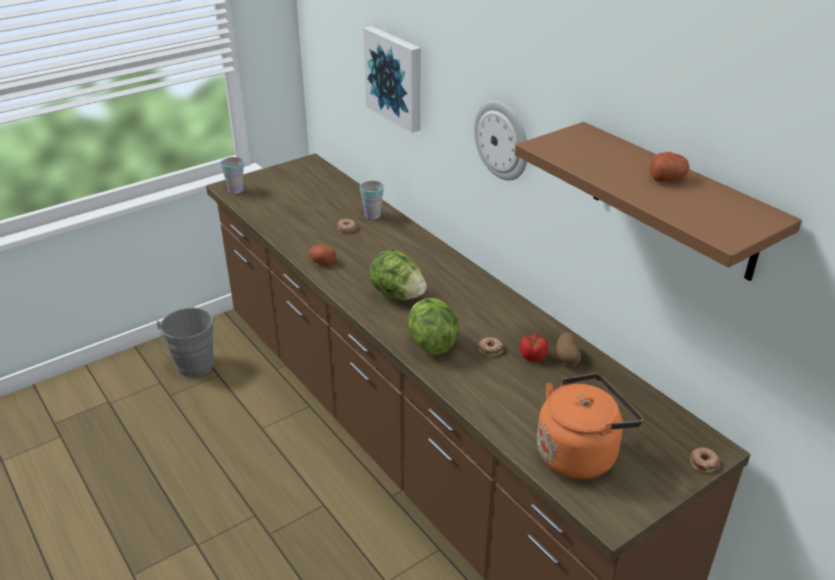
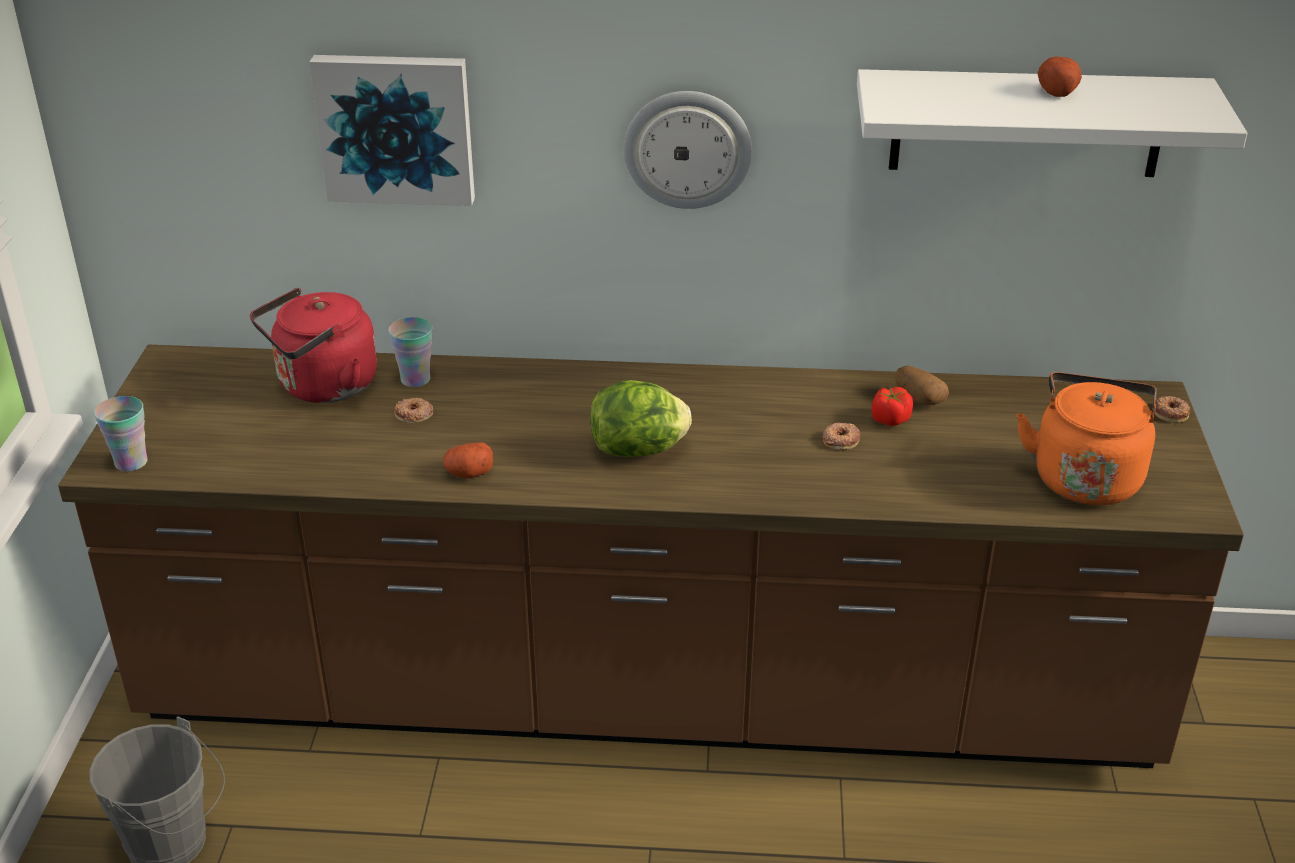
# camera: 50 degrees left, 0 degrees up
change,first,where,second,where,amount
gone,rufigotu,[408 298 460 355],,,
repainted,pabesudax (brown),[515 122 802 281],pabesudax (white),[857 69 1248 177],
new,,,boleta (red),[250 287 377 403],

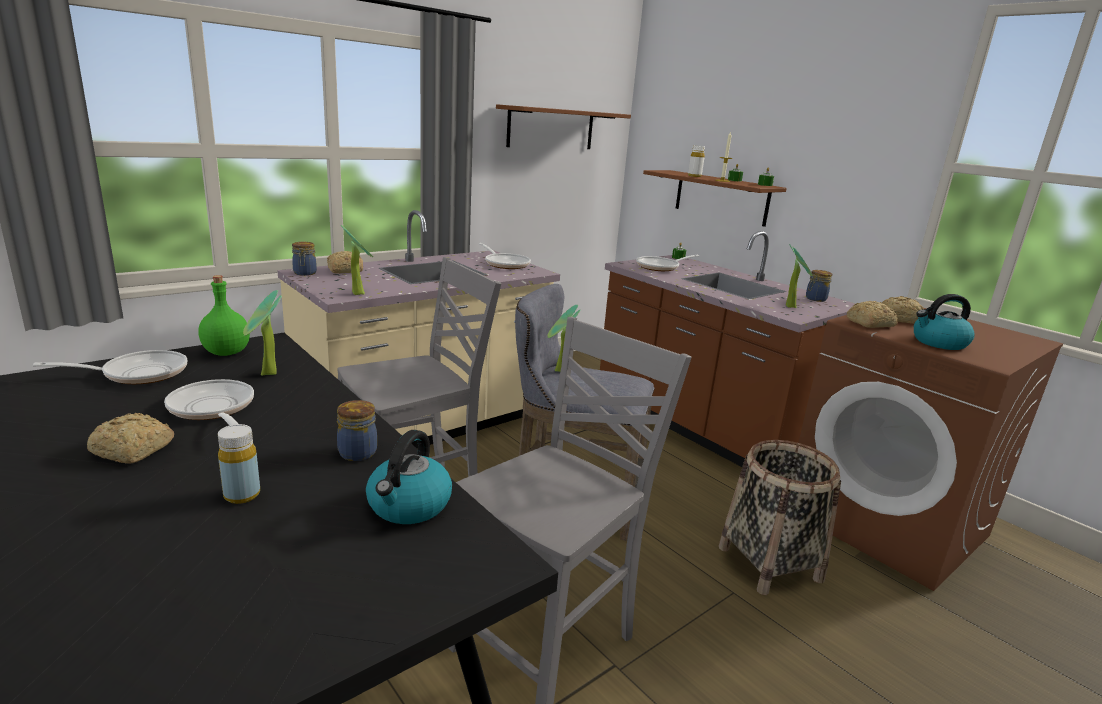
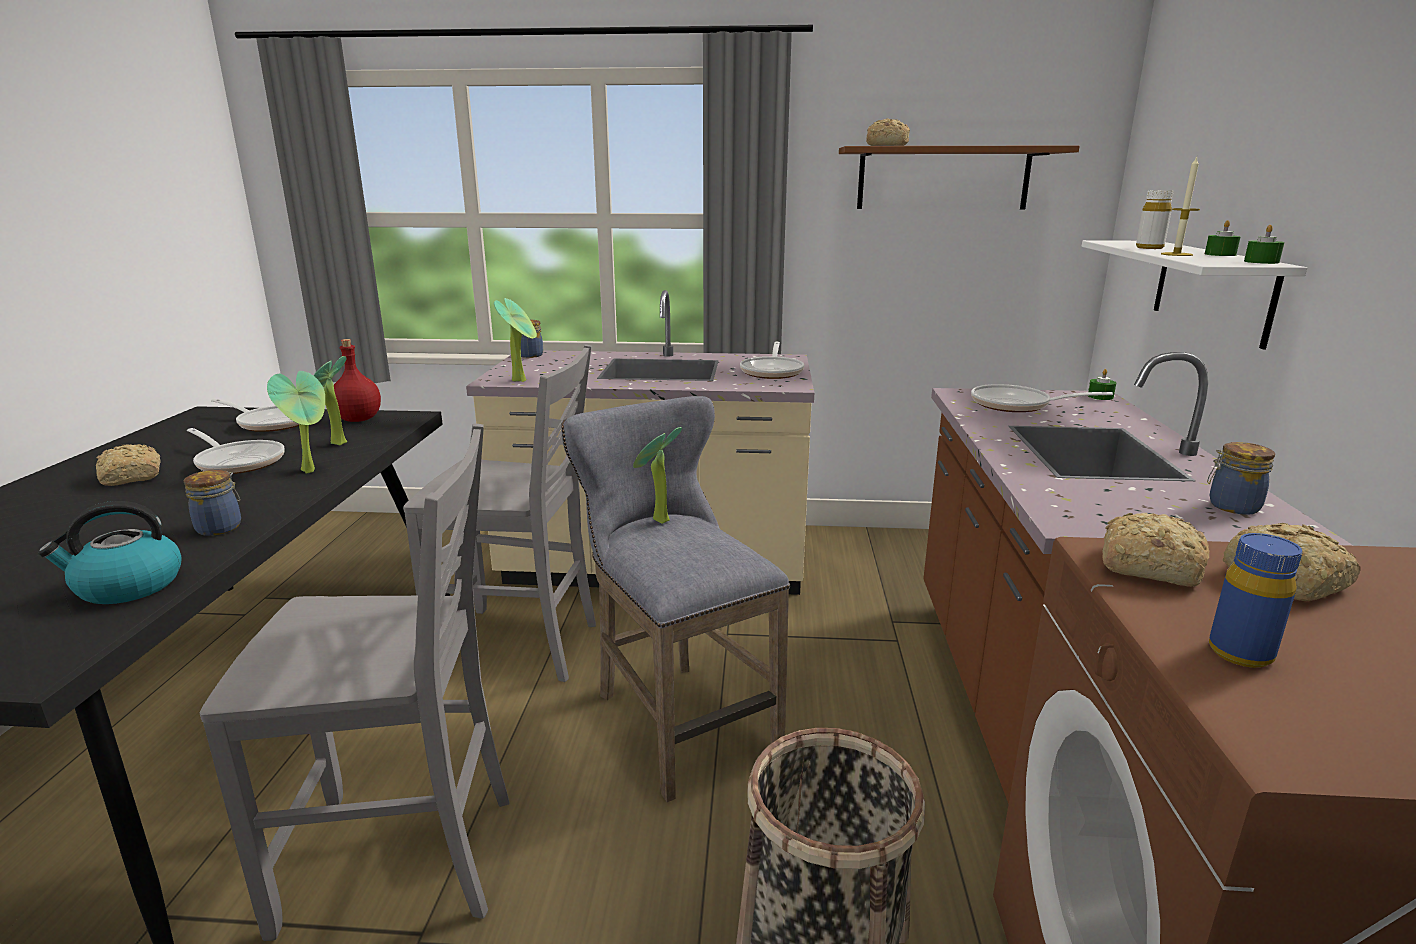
# camera: 45 degrees right, 0 degrees up
change,first,where,second,where,amount
rotated,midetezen,[164 379 254 426],,[187 428 284 474],120 degrees clockwise
repainted,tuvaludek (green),[198 275 250 356],tuvaludek (red),[334 339 381 422],
gone,tuvaludek (yellow),[218 424 260 504],,,
shifted,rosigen,[327 251 363 274],,[866 118 910 146],
repainted,pabesudax (brown),[643 170 787 227],pabesudax (white),[1082 240 1307 349],
shifted,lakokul,[786 244 813 308],,[267 371 325 474],
swapped,boleta,[914 294 975 350],tuvaludek (blue),[1209 533 1302 668],

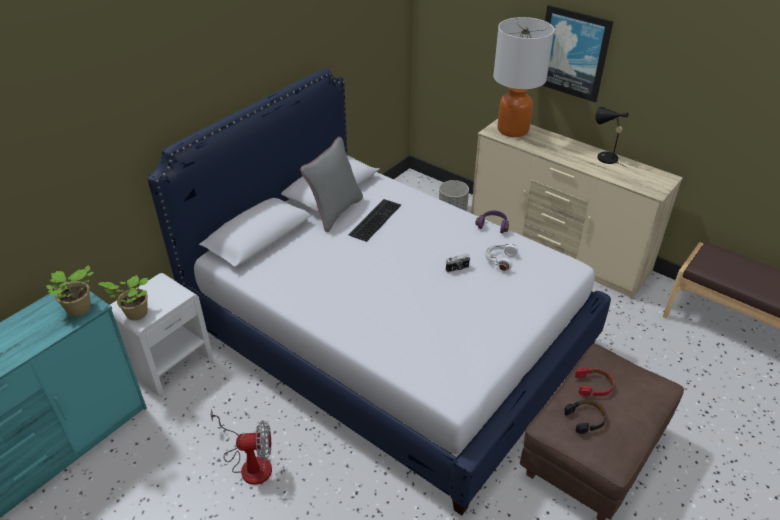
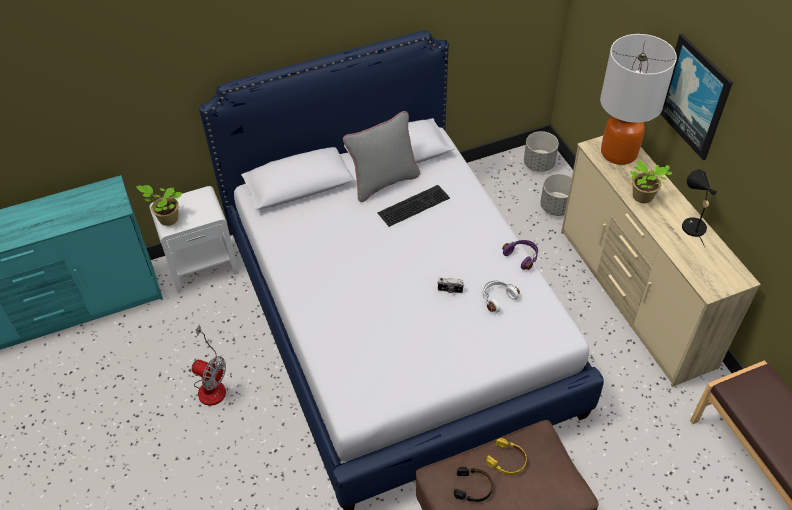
# camera: 30 degrees right, 10 degrees up
change,first,where,second,where,amount
shifted,lakokul,[46 266 93 316],,[630 160 673 203],
repainted,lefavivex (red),[575 368 614 396],lefavivex (yellow),[486 438 527 475],
new,,,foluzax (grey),[524 131 559 172],

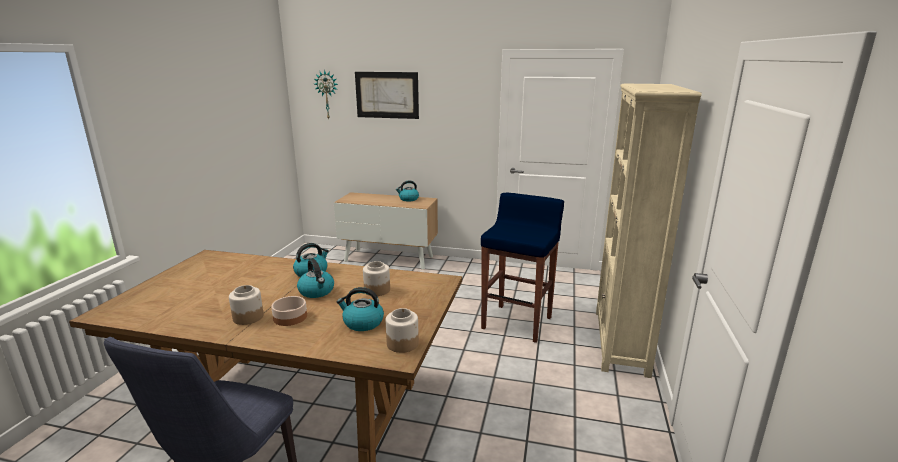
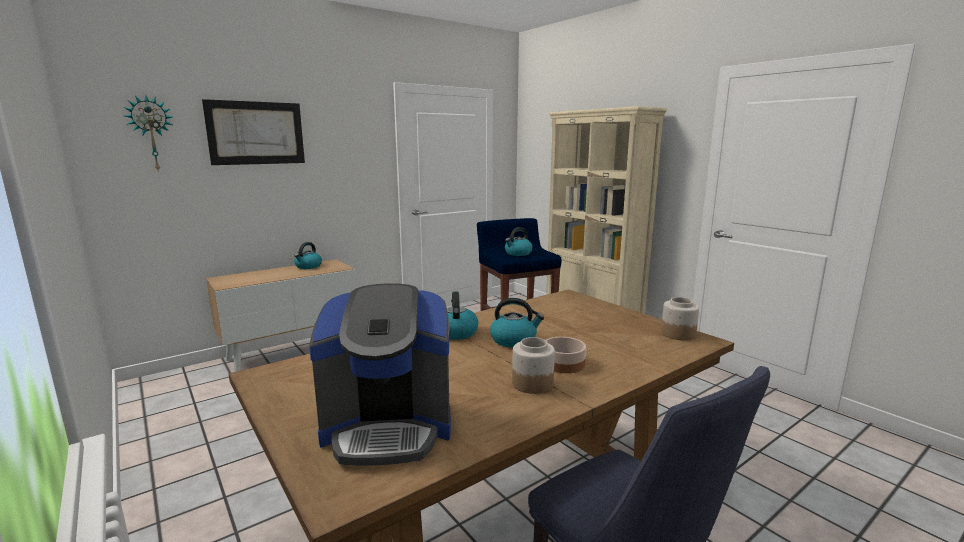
# camera: 50 degrees left, 5 degrees down
change,first,where,second,where,amount
shifted,boleta,[336 287 384 331],,[505 227 533 256],
gone,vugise,[363 261 390 296],,,
new,,,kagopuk,[309 283 451 466],

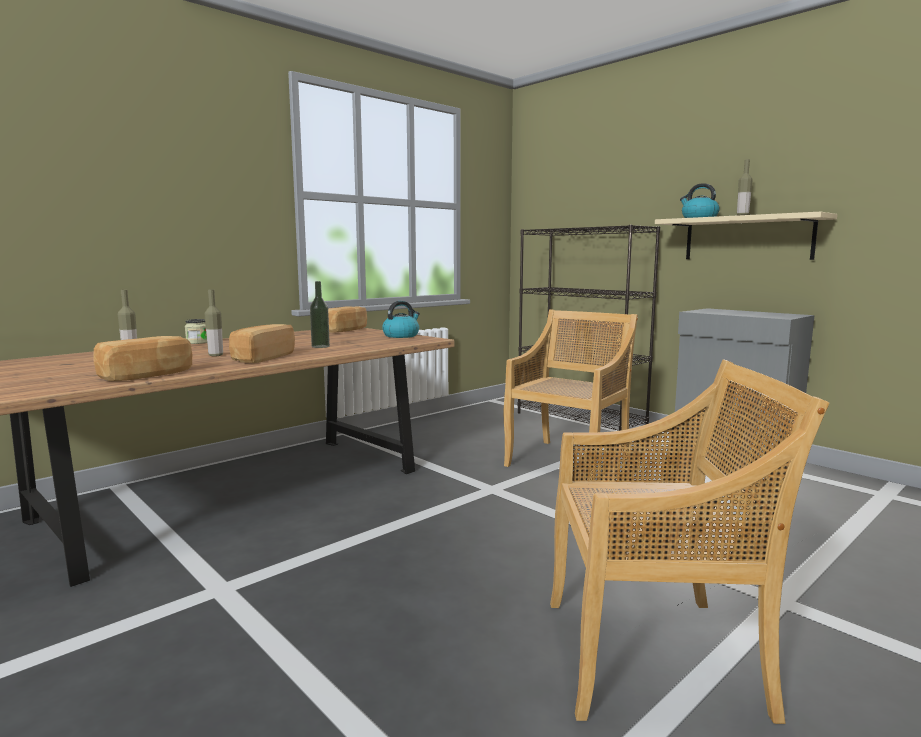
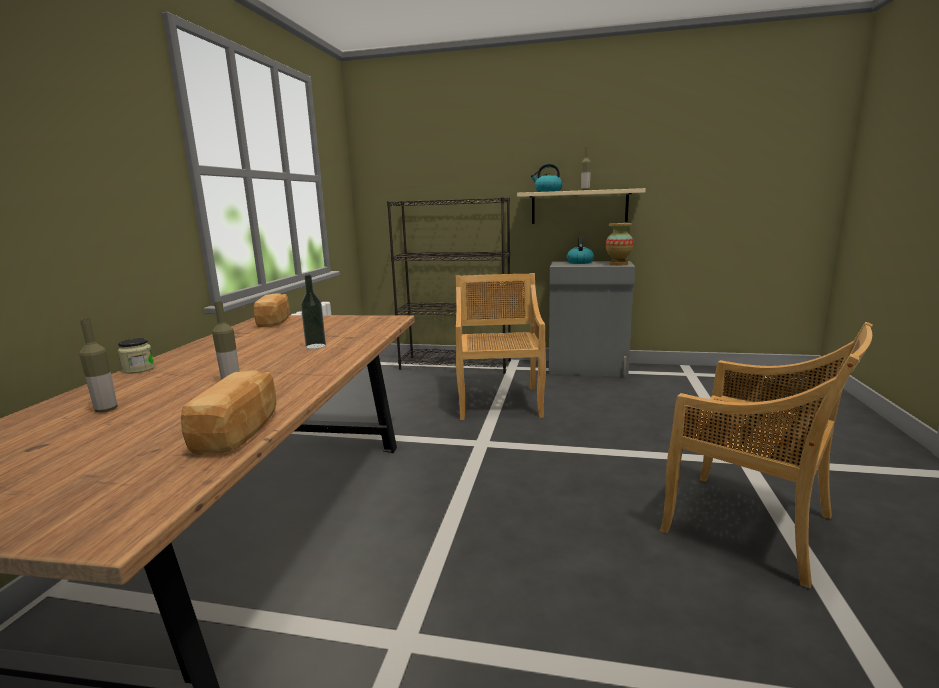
# camera: 35 degrees left, 5 degrees up
change,first,where,second,where,amount
gone,rosigen,[229 324 295 363],,,
shifted,boleta,[382 301 420 338],,[566 237 594 264],
rotated,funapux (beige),[550 359 830 724],,[660 322 873 589],75 degrees clockwise
new,,,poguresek,[606 223 634 266],

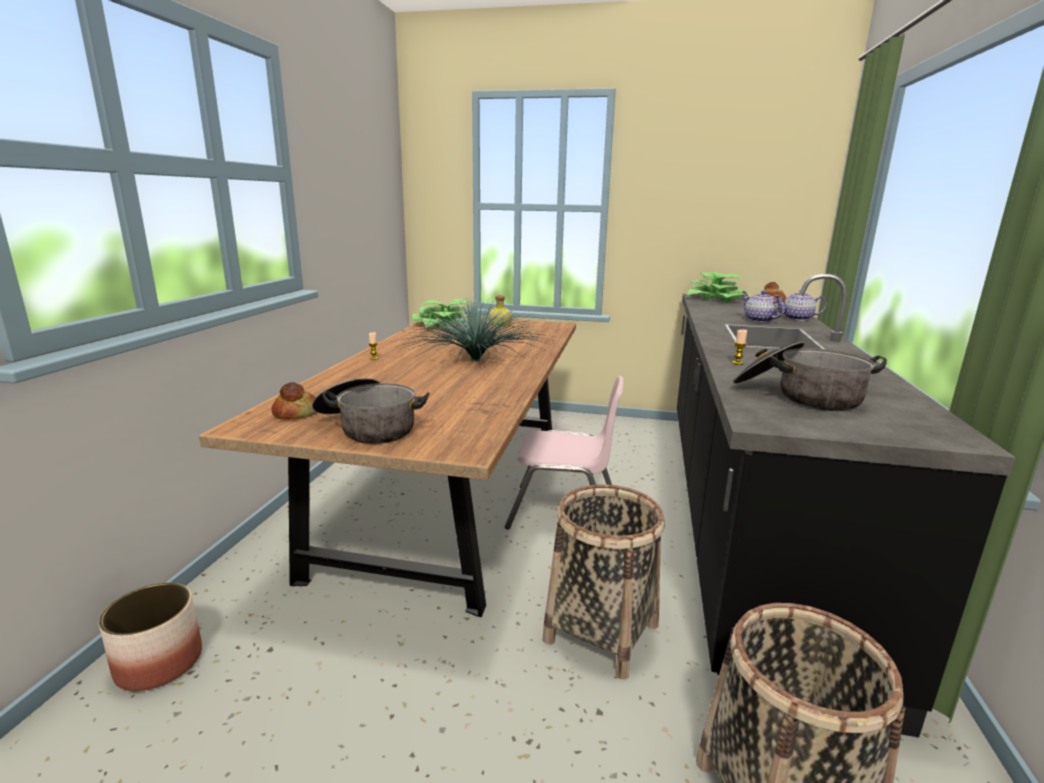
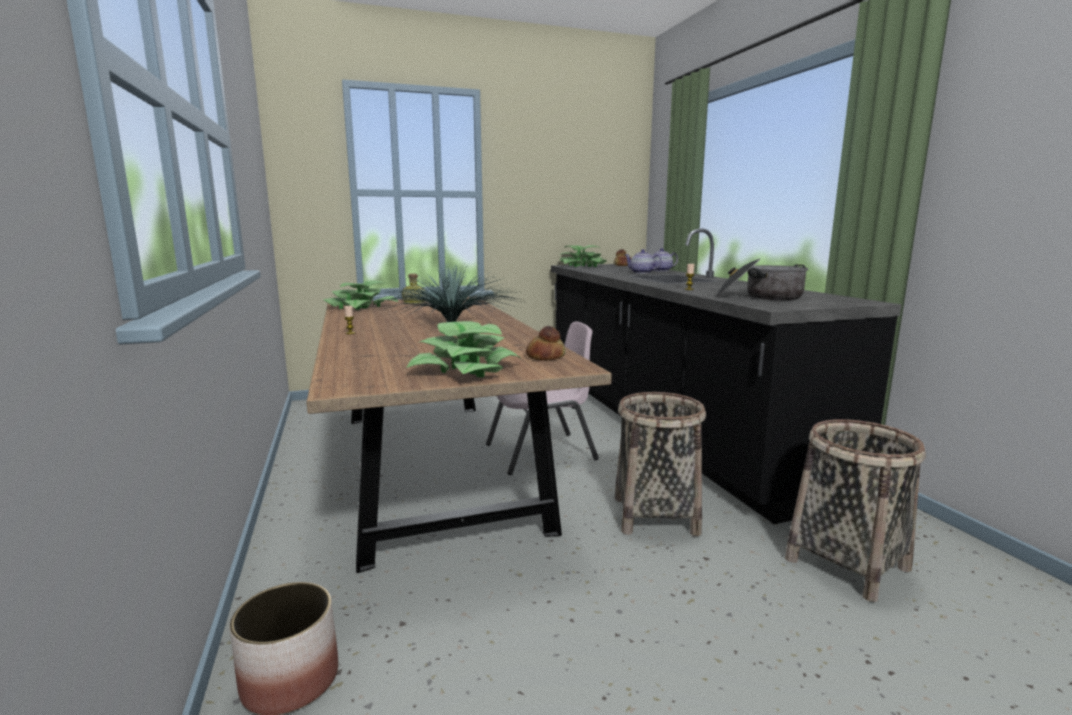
# camera: 30 degrees left, 5 degrees down
change,first,where,second,where,amount
shifted,rosigen,[271 382 317 420],,[526 326 566 361],
swapped,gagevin,[312 378 430 444],lakokul,[406 321 522 377],

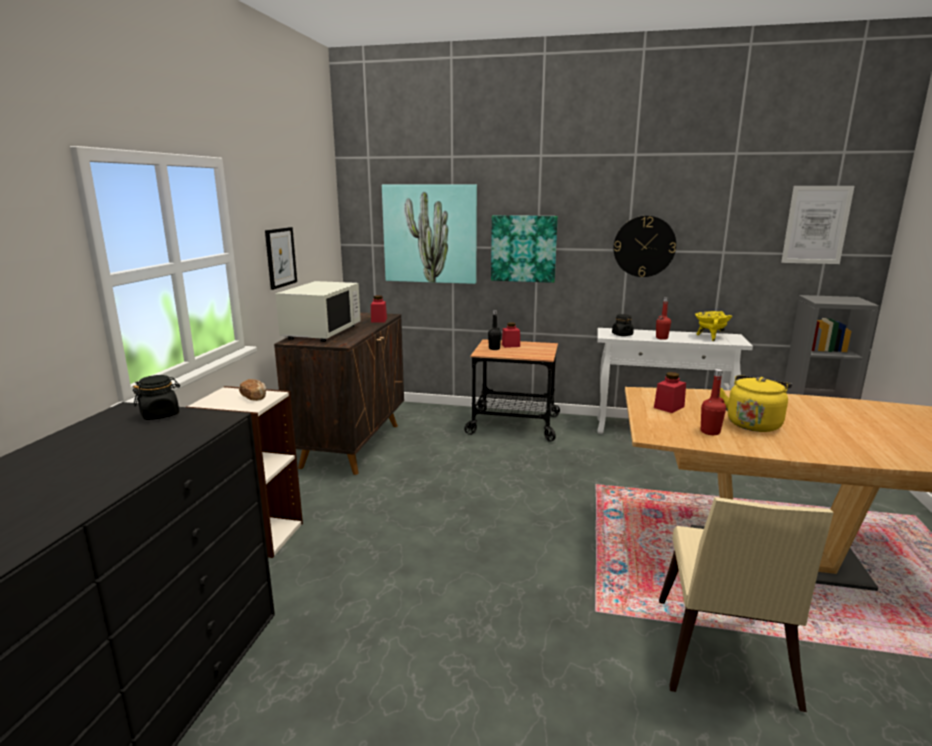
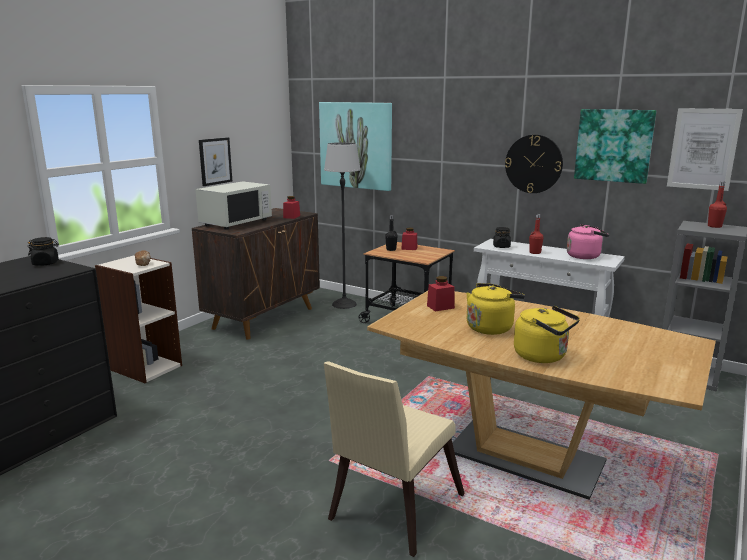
# camera: 20 degrees right, 0 degrees up
change,first,where,second,where,amount
shifted,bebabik,[491 215 558 283],,[574 109 656 184],
swapped,gagevin (yellow),[695 311 733 341],boleta (pink),[567 224 609 259],
shifted,tuvaludek (red),[701 369 726 435],,[708 181 727 228],
new,,,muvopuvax,[324 142 361 309],
new,,,boleta (yellow),[514 306 580 363],

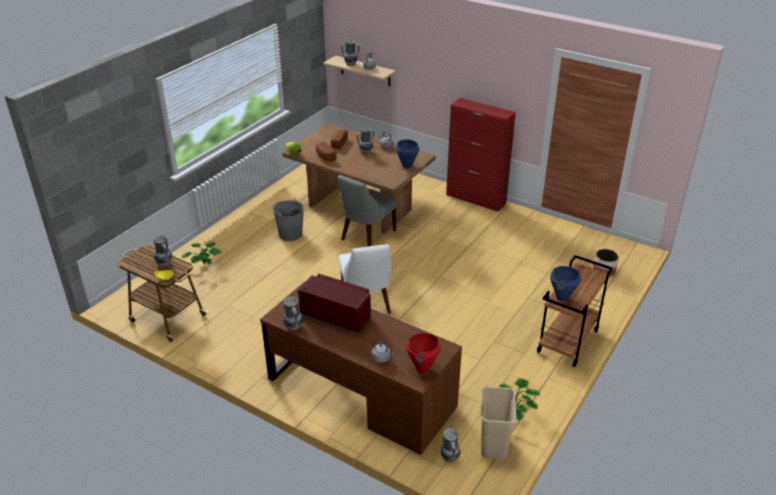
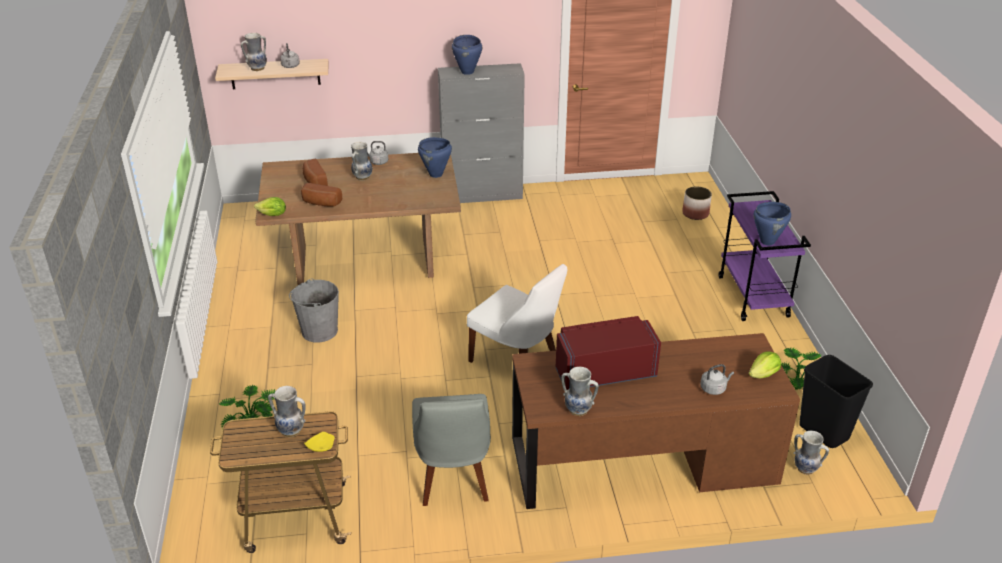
# camera: 40 degrees left, 0 degrees up
change,first,where,second,where,amount
shifted,funapux (grey),[337 175 397 246],,[412 394 491 506],
swapped,gagevin (red),[406 333 441 373],rufigotu,[748 351 781 379],
repainted,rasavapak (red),[446 98 516 212],rasavapak (grey),[438 63 525 203],
repainted,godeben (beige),[481 386 516 459],godeben (black),[799 355 873 448],
repainted,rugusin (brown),[537 255 613 367],rugusin (purple),[718 191 811 321],
new,,,gagevin (blue),[452 35 482 75],

